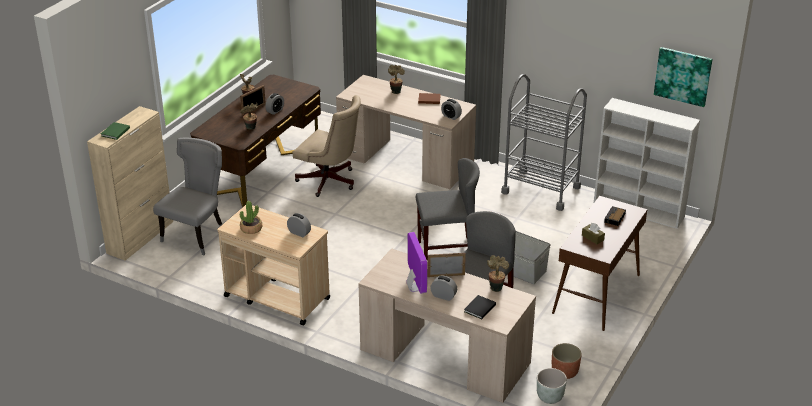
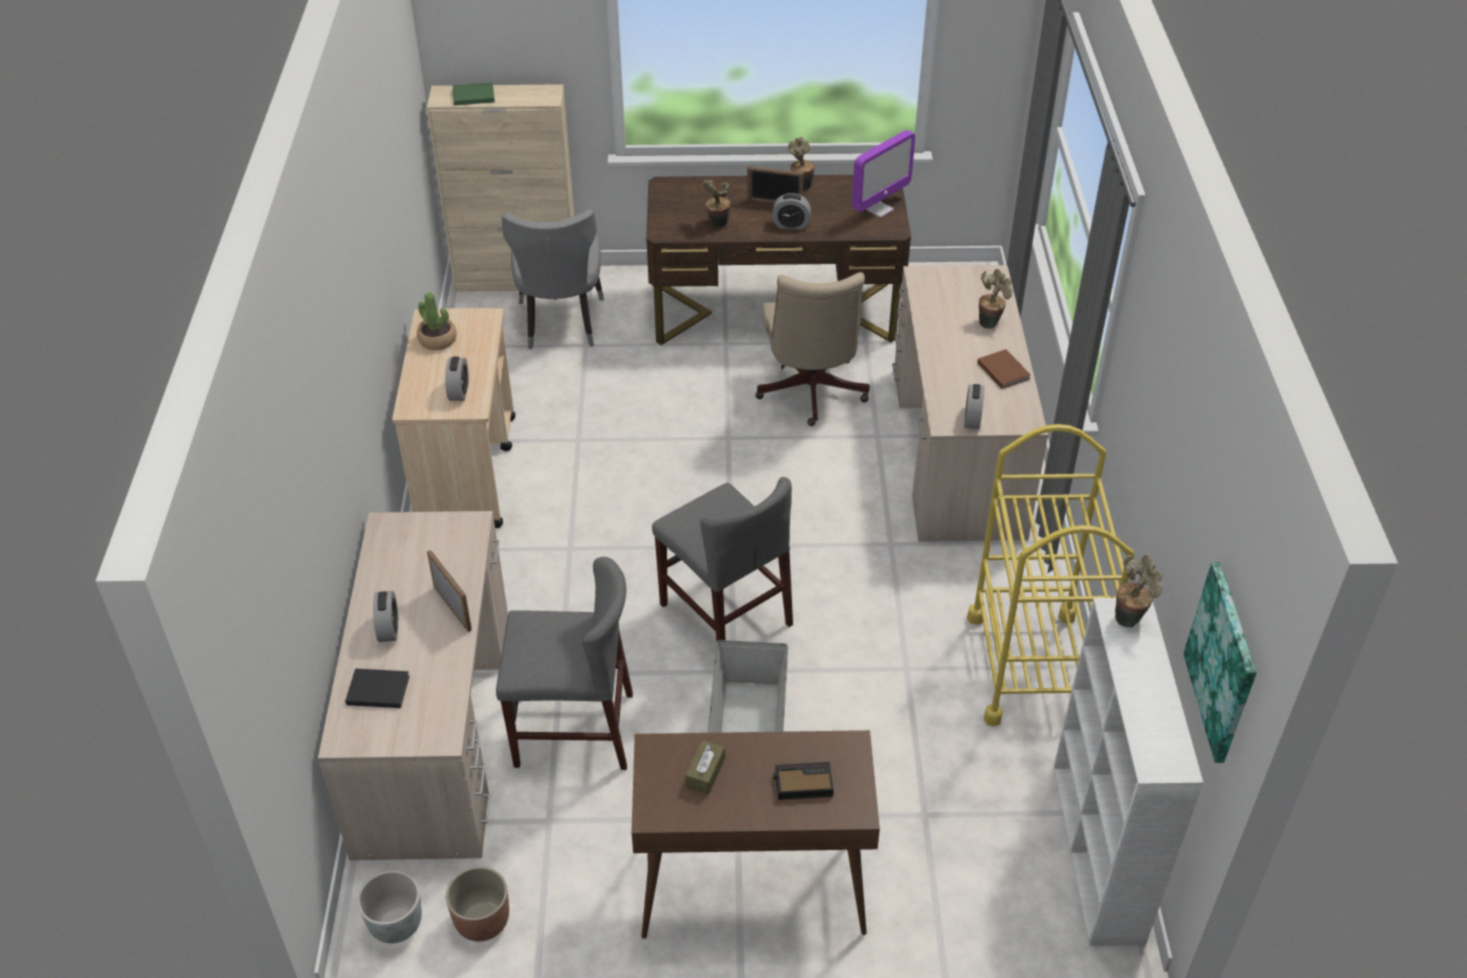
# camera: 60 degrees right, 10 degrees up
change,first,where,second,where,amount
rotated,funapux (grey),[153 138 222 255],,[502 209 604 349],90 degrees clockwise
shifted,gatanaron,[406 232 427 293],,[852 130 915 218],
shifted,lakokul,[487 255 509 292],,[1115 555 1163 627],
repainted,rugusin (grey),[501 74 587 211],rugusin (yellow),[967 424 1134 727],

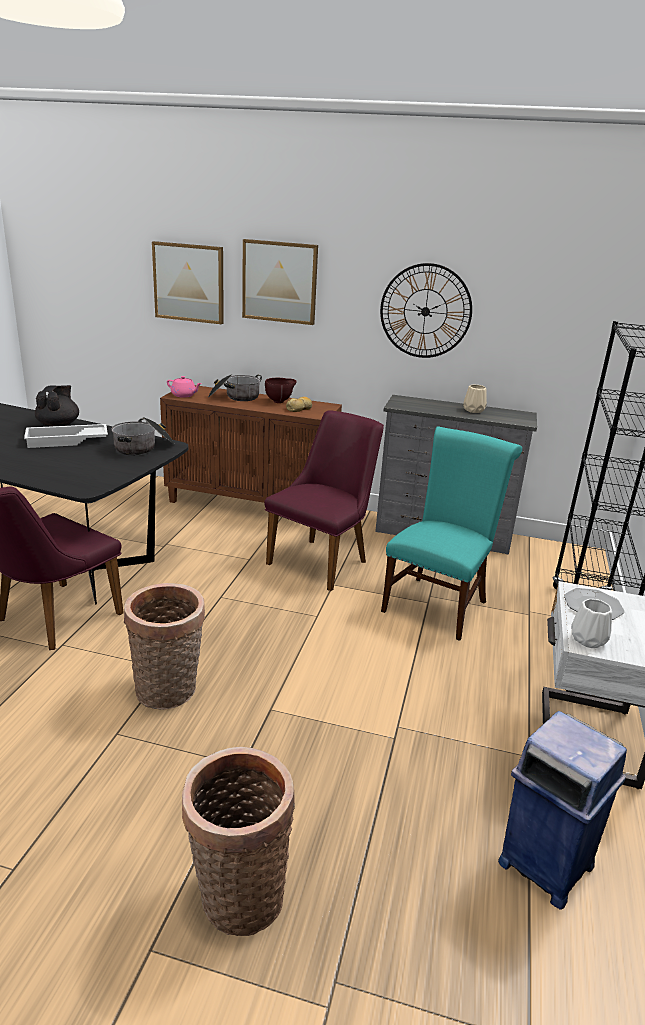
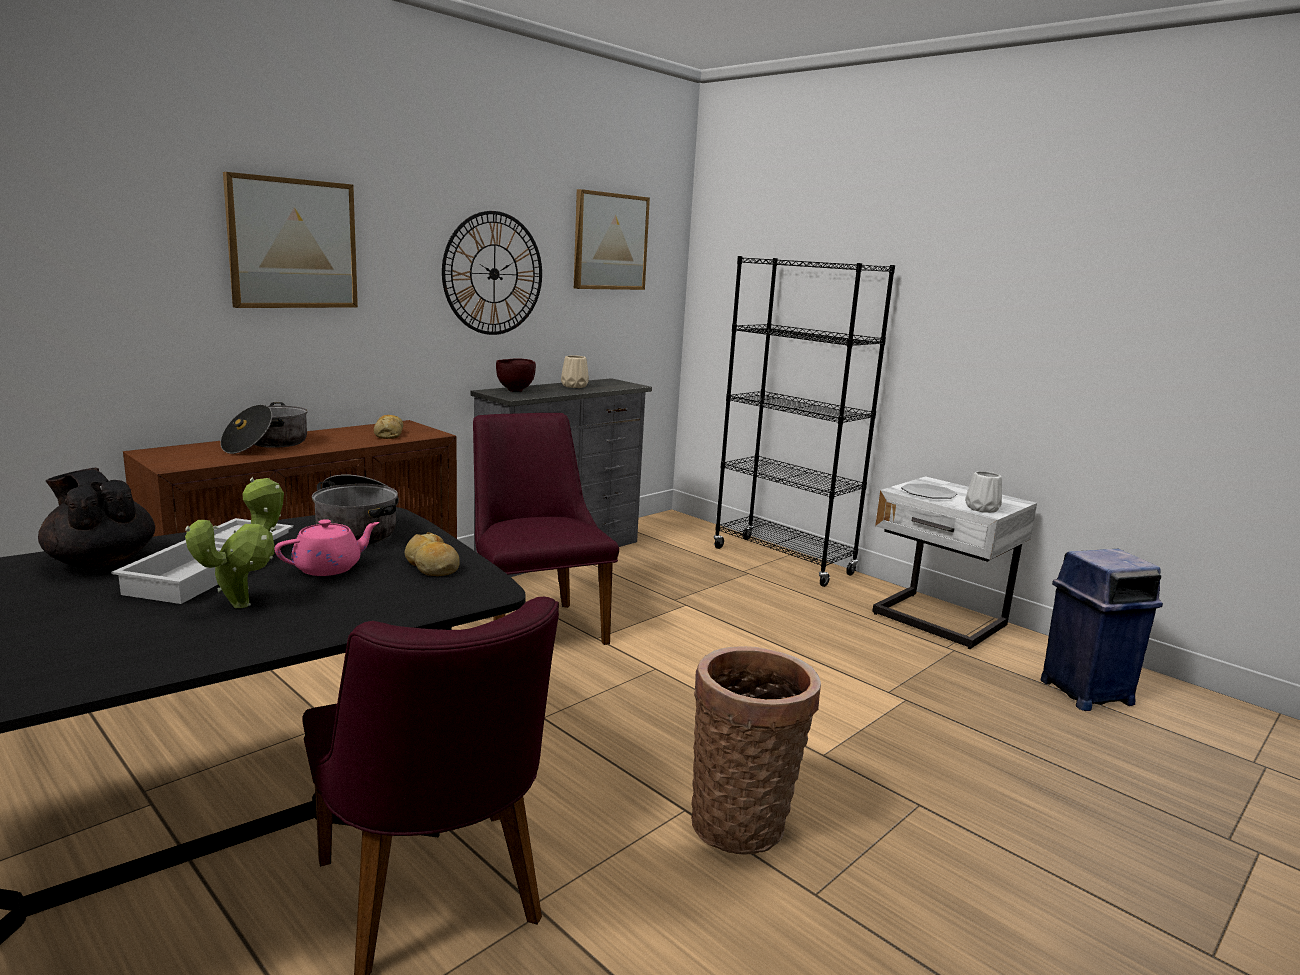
# camera: 60 degrees left, 10 degrees down
change,first,where,second,where,amount
shifted,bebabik,[152 241 224 324],,[574 189 650 290],
shifted,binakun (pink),[167 376 202 398],,[275 519 379 576],
gone,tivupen,[182 747 295 936],,,
shifted,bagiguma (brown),[265 378 297 403],,[496 358 536 392],
gone,funapux (turquoise),[381 426 522 641],,,
new,,,lakokul,[185 477 284 608],
new,,,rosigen,[405 532 460 576],

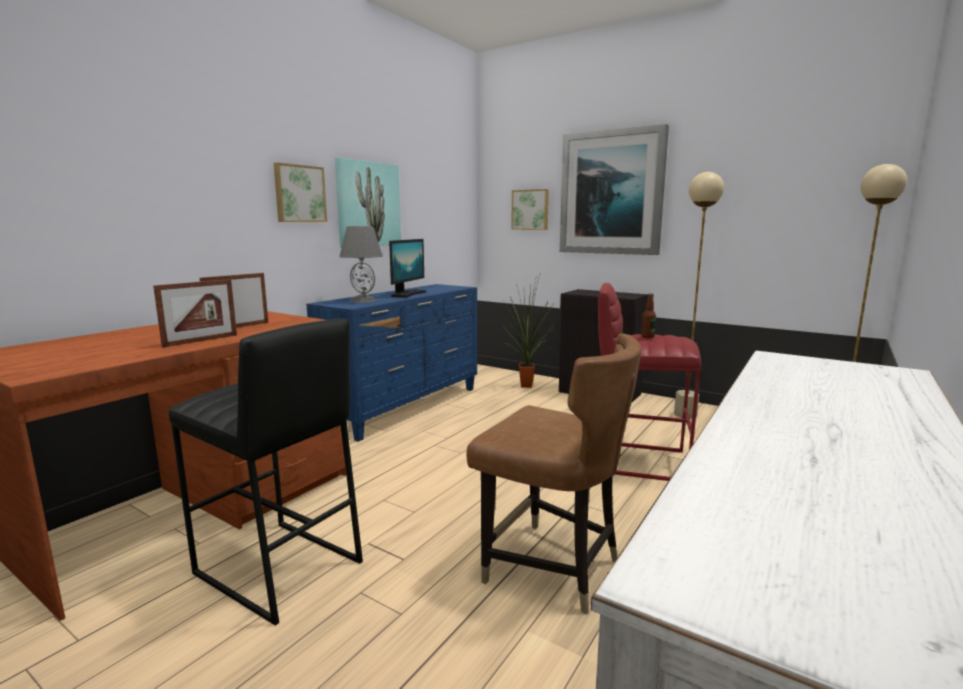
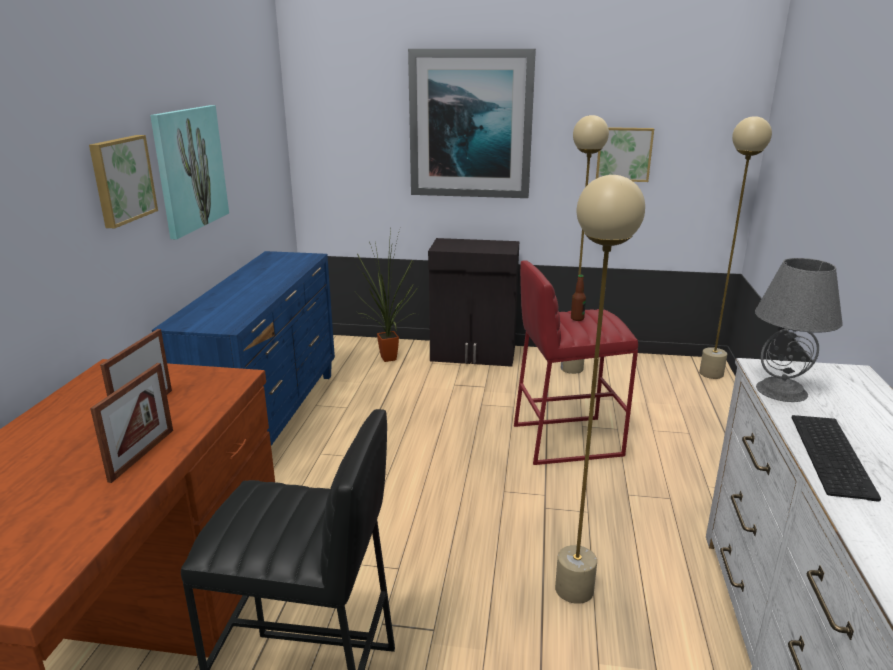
# camera: 25 degrees left, 10 degrees up
change,first,where,second,where,amount
shifted,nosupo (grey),[339 226 383 303],,[755 258 843 402],
gone,gatanaron,[389 239 426 297],,,
swapped,funapux (brown),[466 334 642 614],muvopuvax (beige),[555 175 645 604],
shifted,bebabik,[511 189 549 230],,[596 127 654 182],
new,,,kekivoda,[792 415 881 502],

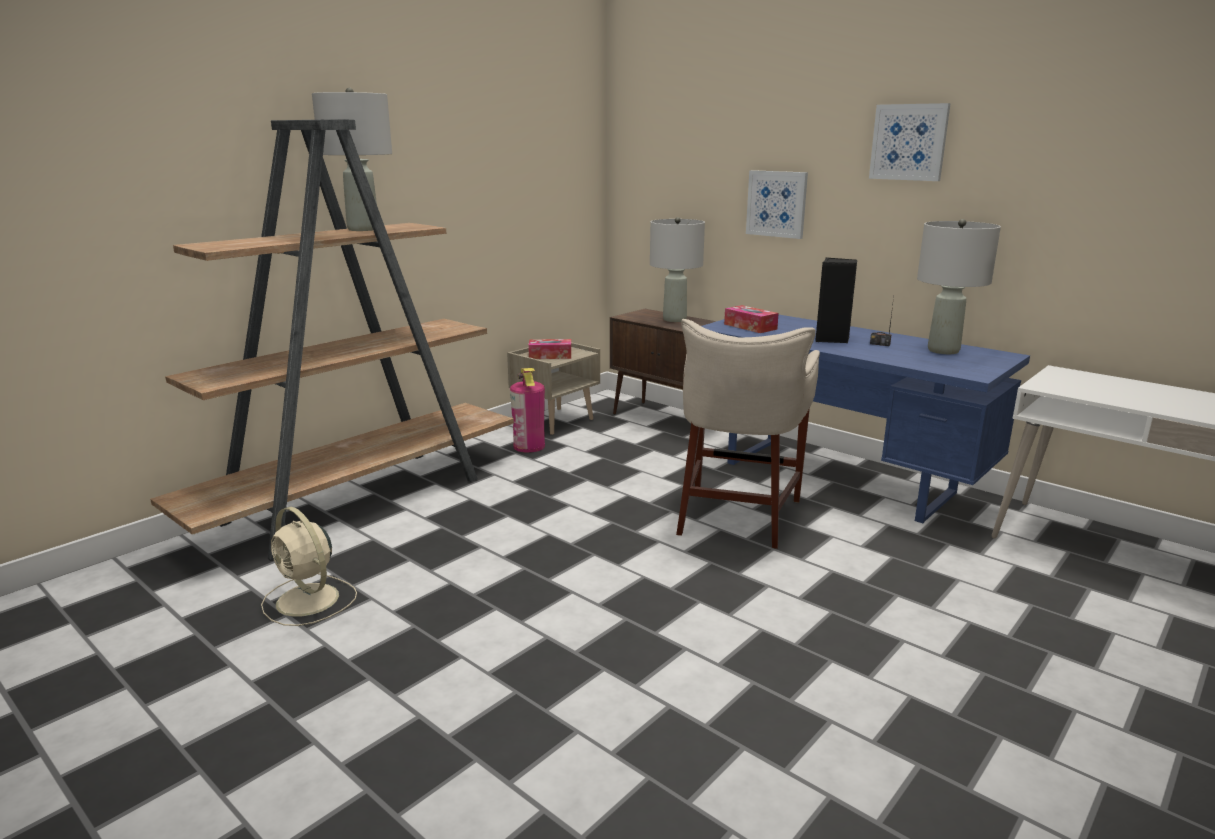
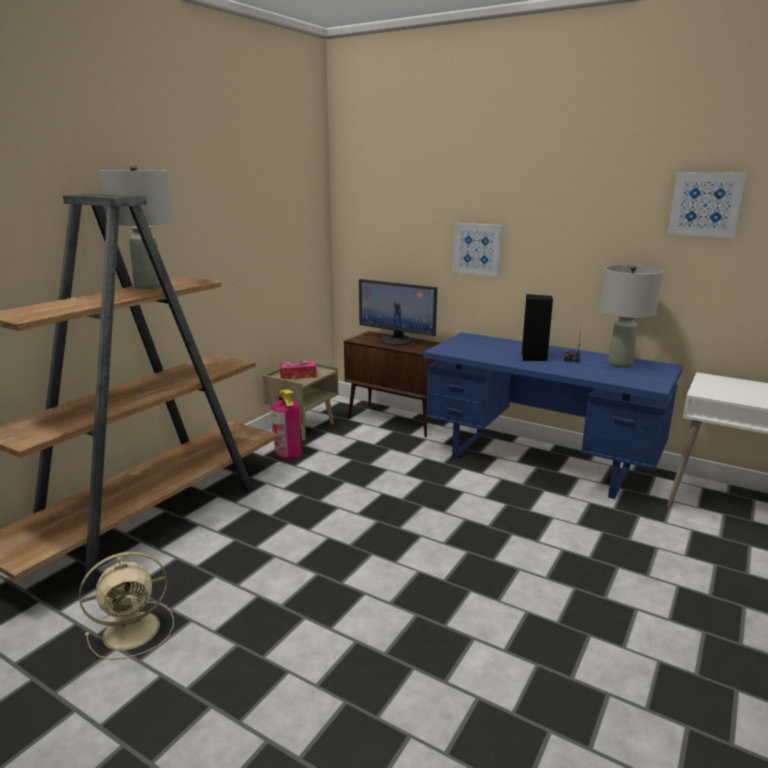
# camera: 10 degrees left, 0 degrees up
change,first,where,second,where,amount
rotated,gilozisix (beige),[261 507 357 626],,[79 551 174 660],60 degrees counterclockwise
swapped,nosupo (grey),[650 217 705 322],gatanaron,[359 279 437 346],
gone,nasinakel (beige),[676 319 820 549],,,
gone,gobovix,[724 305 779 333],,,
shifted,bebabik,[869 103 951 181],,[668 172 747 238],

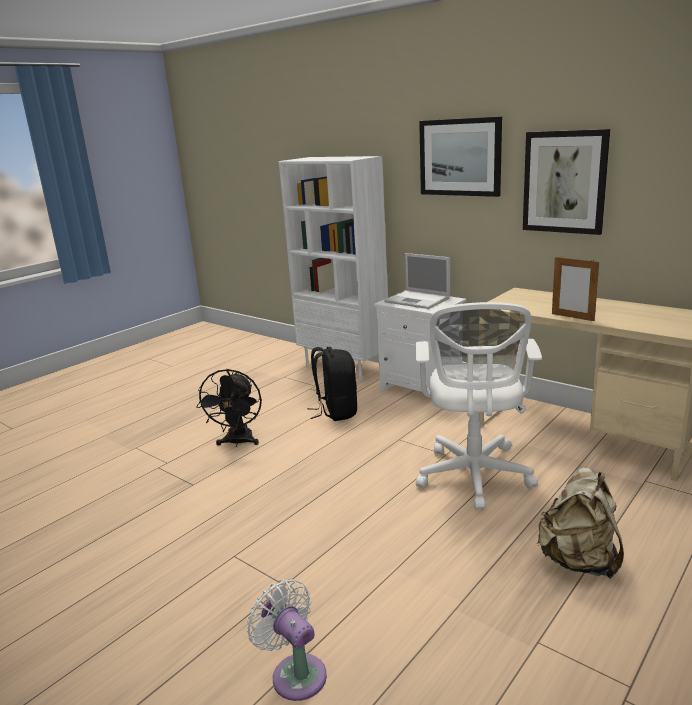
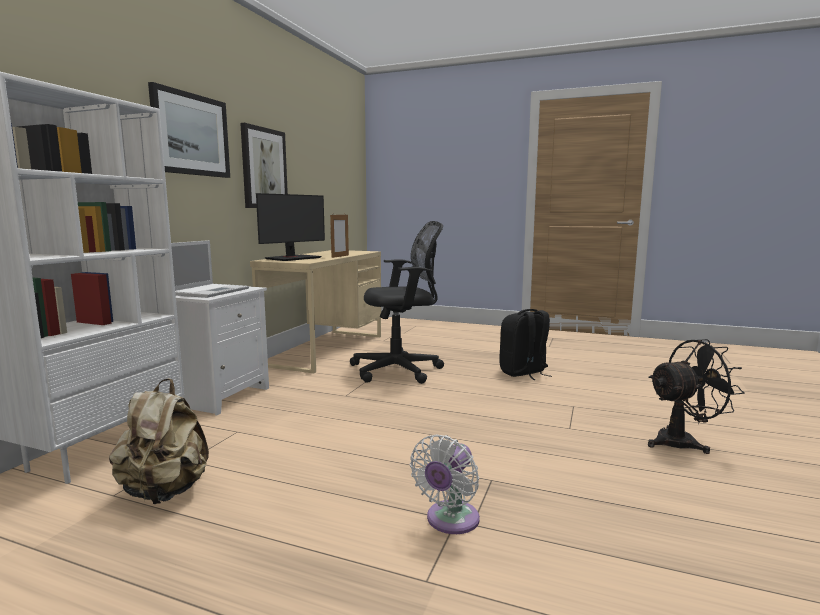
# camera: 110 degrees left, 10 degrees down
change,first,where,second,where,amount
shifted,gilozisix (black),[196 369 262 447],,[648 339 745 454],
shifted,gilozisix (white),[247 579 327 701],,[410 434 480 534],
shifted,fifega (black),[308 347 357 421],,[499 309 552 380],
repainted,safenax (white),[416 302 542 510],safenax (black),[350 221 444 384],
shifted,fifega (beige),[537 467 624 578],,[109 378 209 504],
new,,,gatanaron,[256 193 325 261],

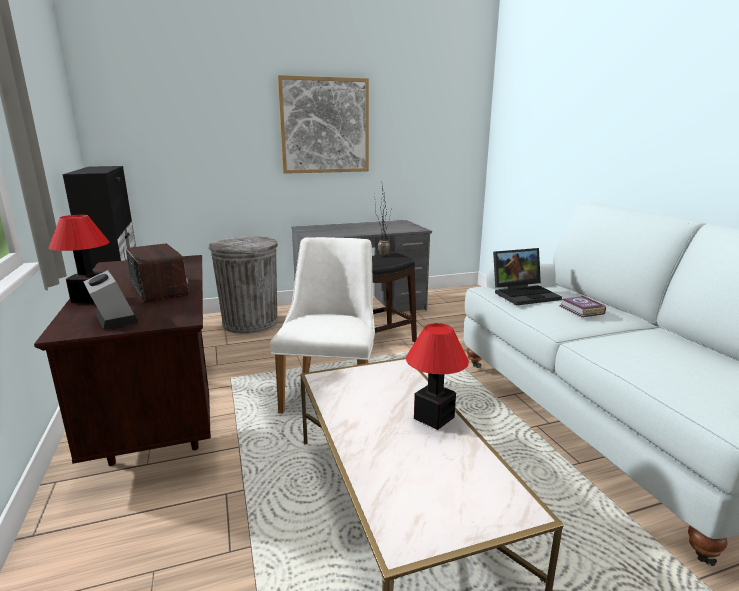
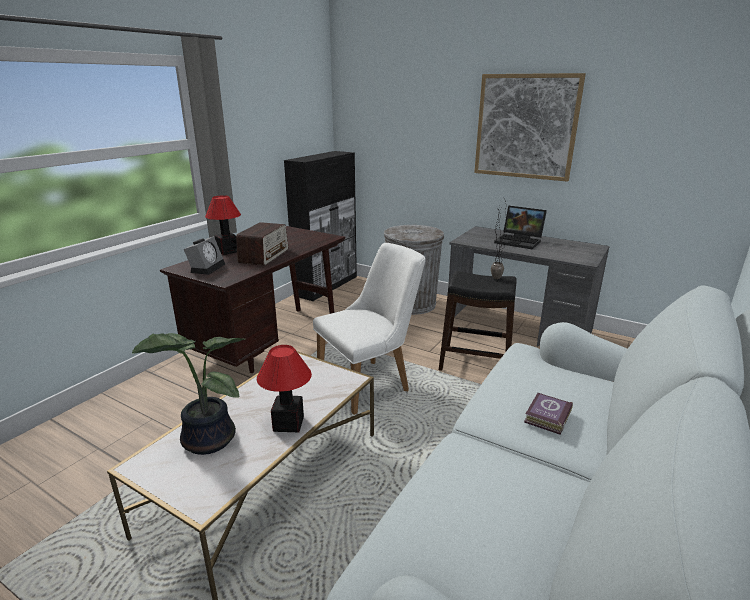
# camera: 50 degrees right, 5 degrees up
change,first,where,second,where,amount
shifted,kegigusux,[493 248 562 305],,[494 206 547 249],
new,,,lakokul,[132 333 245 455],

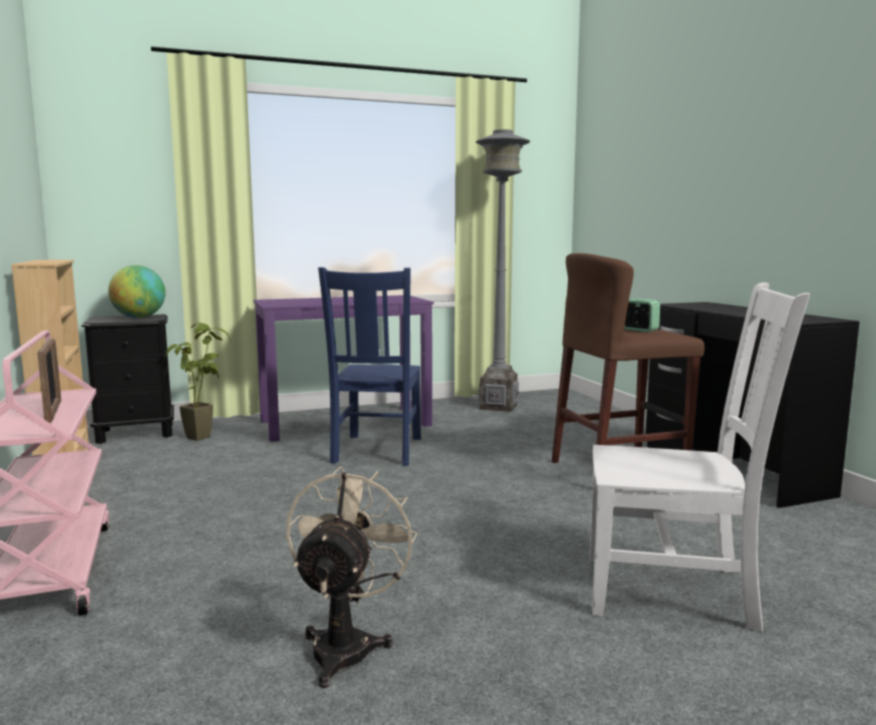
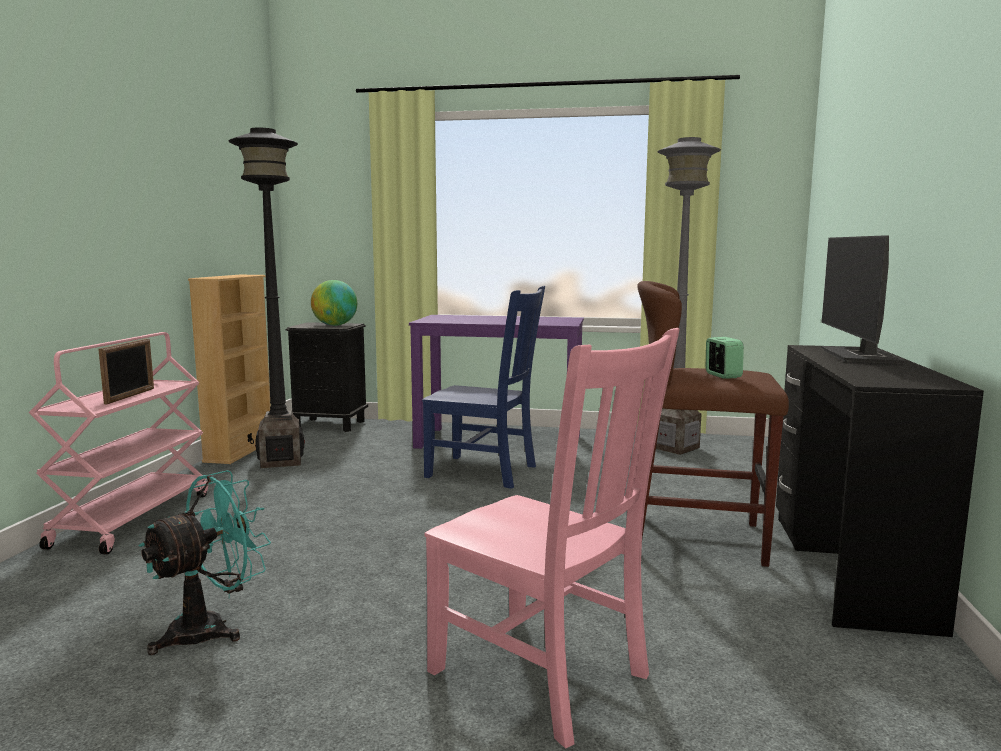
# camera: 30 degrees right, 0 degrees up
change,first,where,second,where,amount
gone,lakokul,[166 323 231 441],,,
repainted,gilozisix (beige),[286 466 417 688],gilozisix (turquoise),[139 470 271 655],
rotated,funapux (blue),[318 267 421 466],,[422 286 545 489],105 degrees counterclockwise
repainted,funapux (white),[590 282 810 632],funapux (pink),[425 328 680 748],
new,,,muvopuvax (black),[229 128 305 468],
new,,,gatanaron,[821 235 906 363],

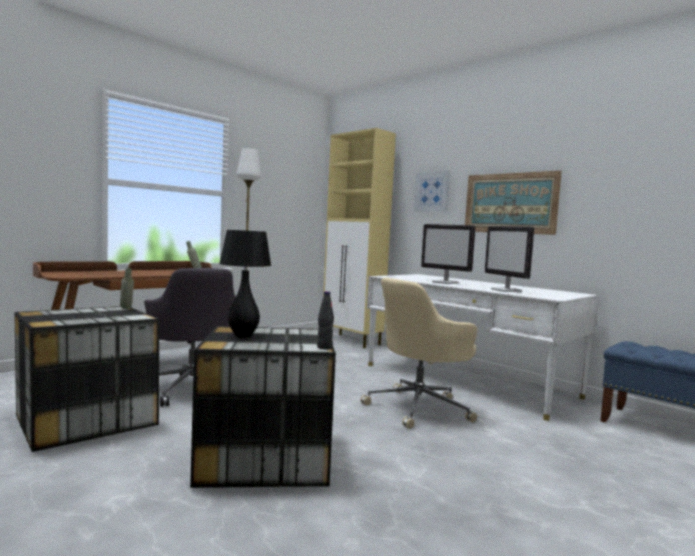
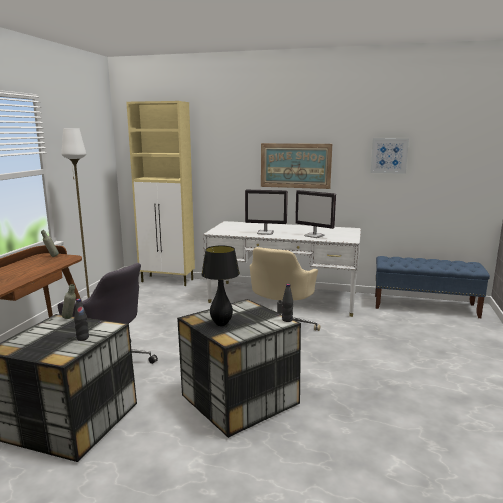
# camera: 30 degrees left, 10 degrees up
change,first,where,second,where,amount
shifted,bebabik,[414 171 450 211],,[371 138 409 174],
new,,,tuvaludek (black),[74 299 89 341],

